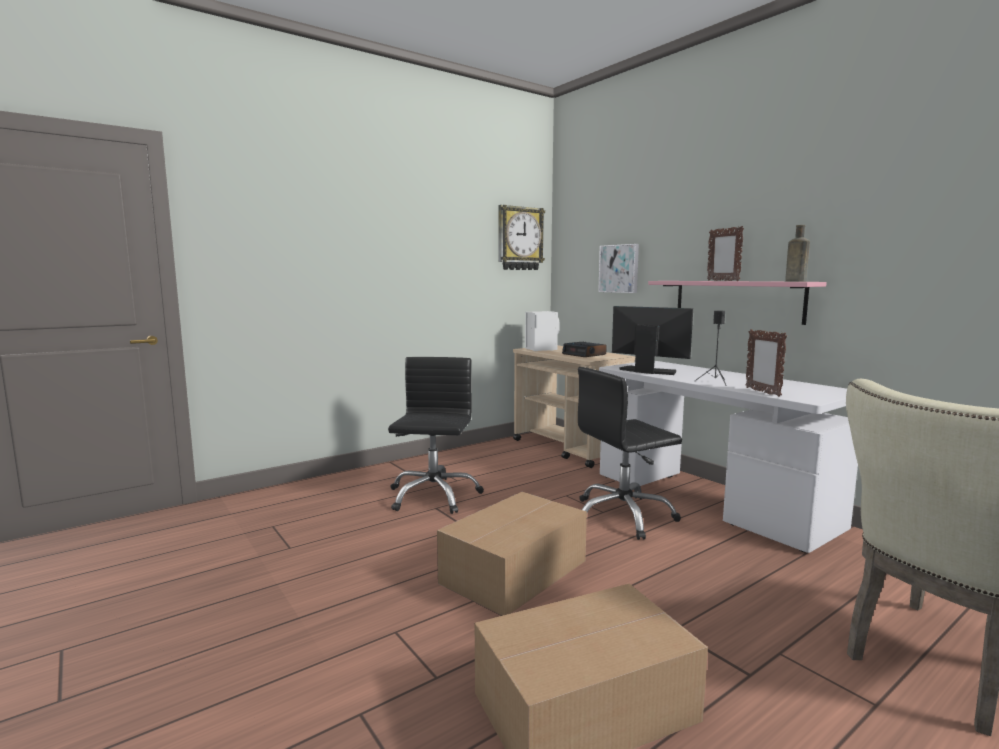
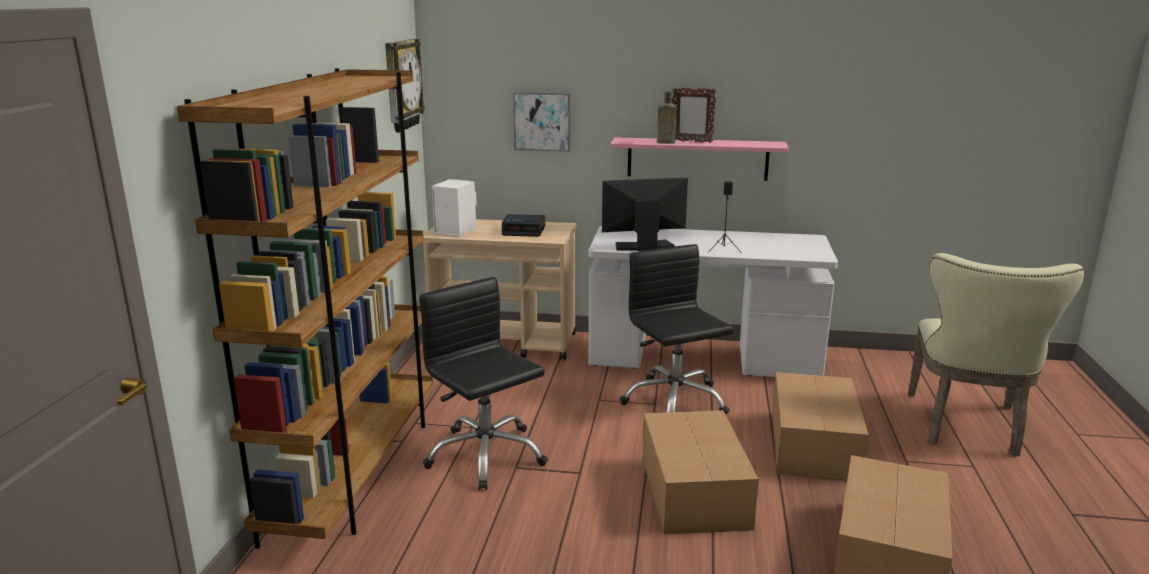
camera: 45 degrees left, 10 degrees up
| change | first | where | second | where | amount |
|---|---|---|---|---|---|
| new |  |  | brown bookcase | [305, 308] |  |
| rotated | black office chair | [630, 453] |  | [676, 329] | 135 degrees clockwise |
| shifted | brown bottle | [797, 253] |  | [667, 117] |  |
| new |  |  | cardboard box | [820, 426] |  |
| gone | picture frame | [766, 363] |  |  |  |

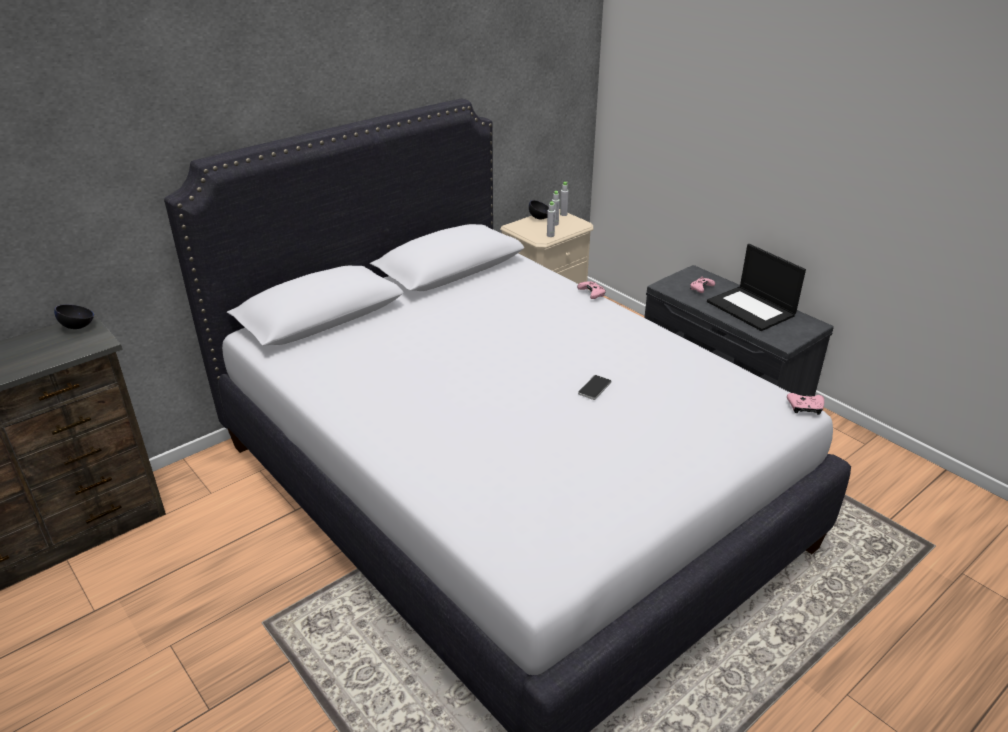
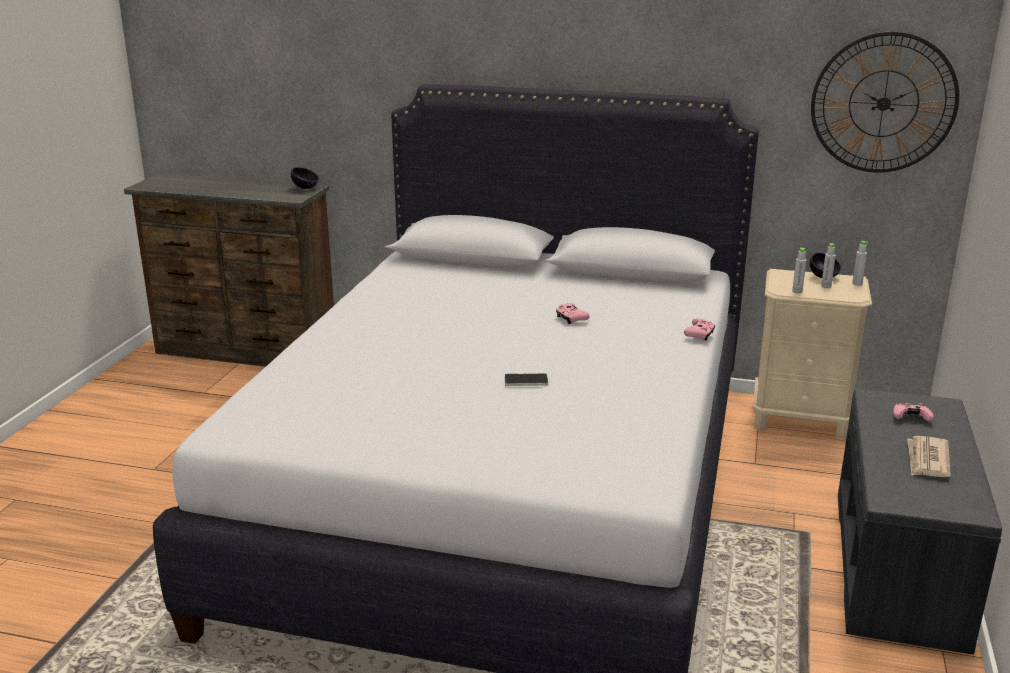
camera: 55 degrees right, 10 degrees down
| change | first | where | second | where | amount |
|---|---|---|---|---|---|
| shifted | pink game controller | [805, 404] |  | [573, 313] |  |
| new |  |  | wall clock | [885, 102] |  |
| swapped | laptop | [756, 287] | newspaper | [929, 457] |  |

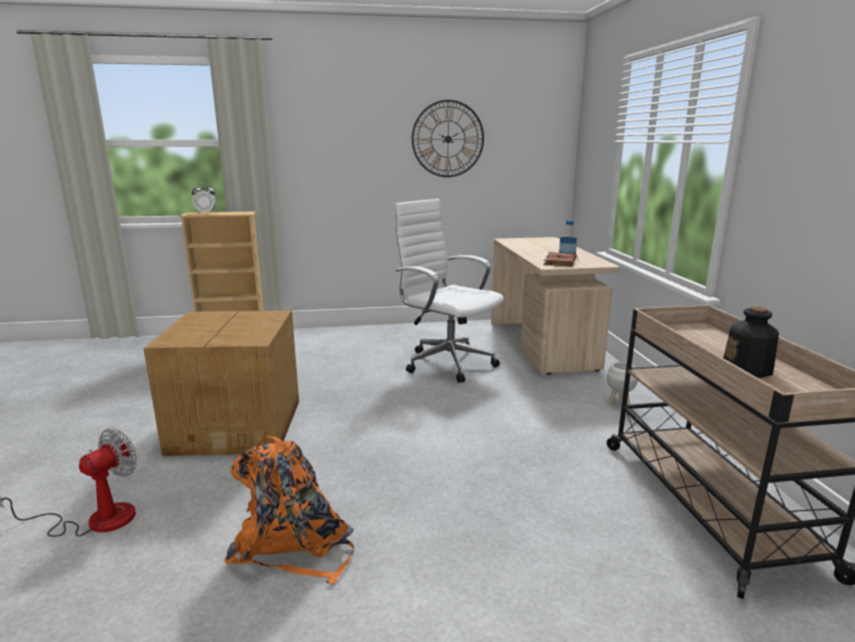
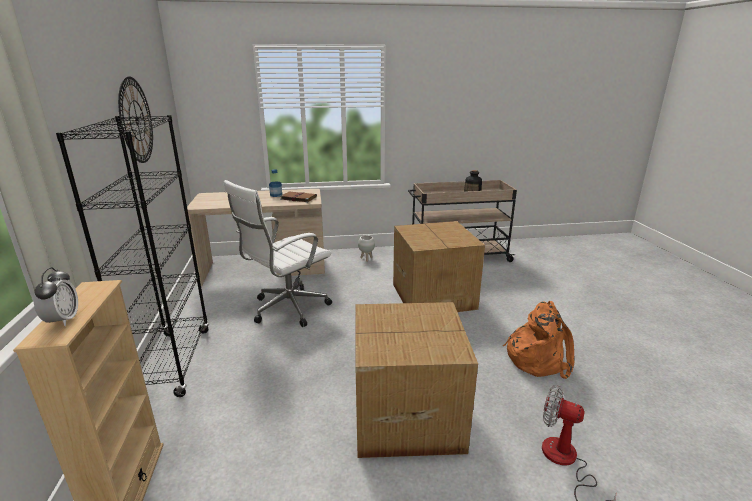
camera: 90 degrees left, 5 degrees up
| change | first | where | second | where | amount |
|---|---|---|---|---|---|
| new |  |  | black bookcase | [132, 256] |  |
| new |  |  | cardboard box | [439, 266] |  |

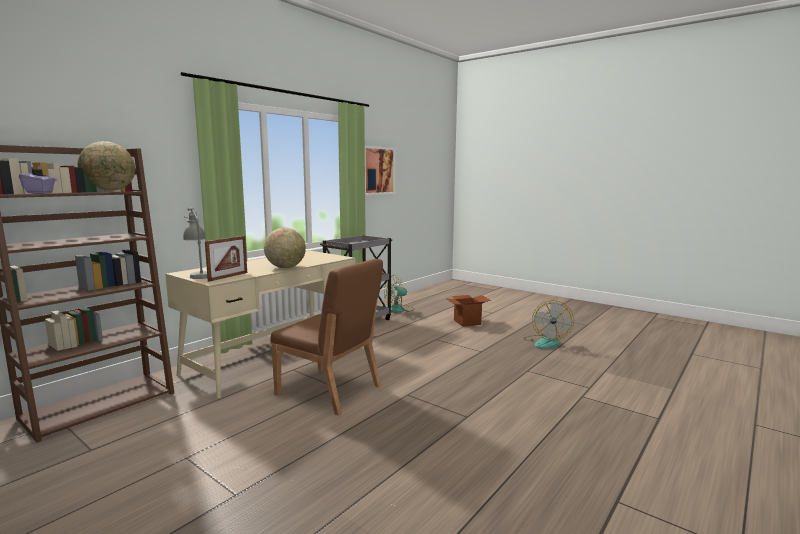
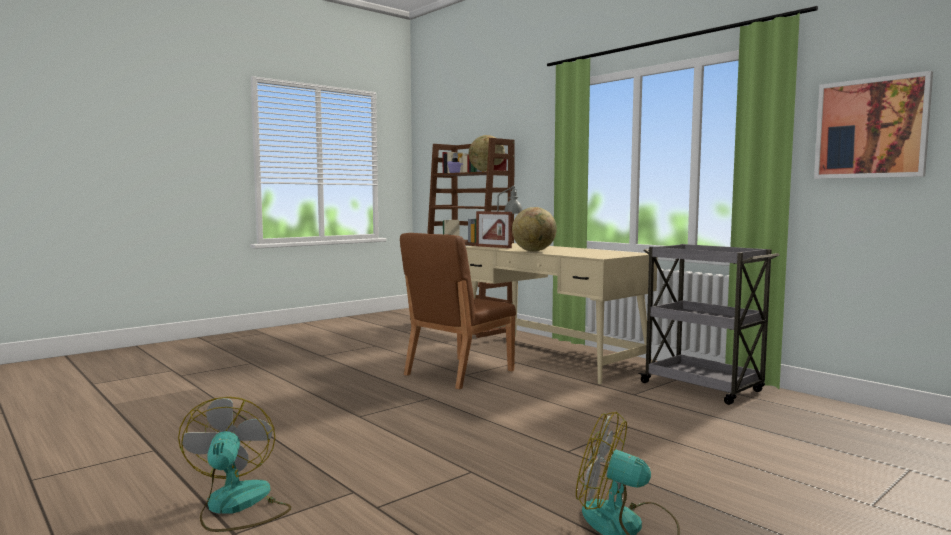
camera: 100 degrees right, 5 degrees down
| change | first | where | second | where | amount |
|---|---|---|---|---|---|
| shifted | fan | [399, 294] |  | [234, 464] |  |
| gone | cardboard box | [468, 311] |  |  |  |

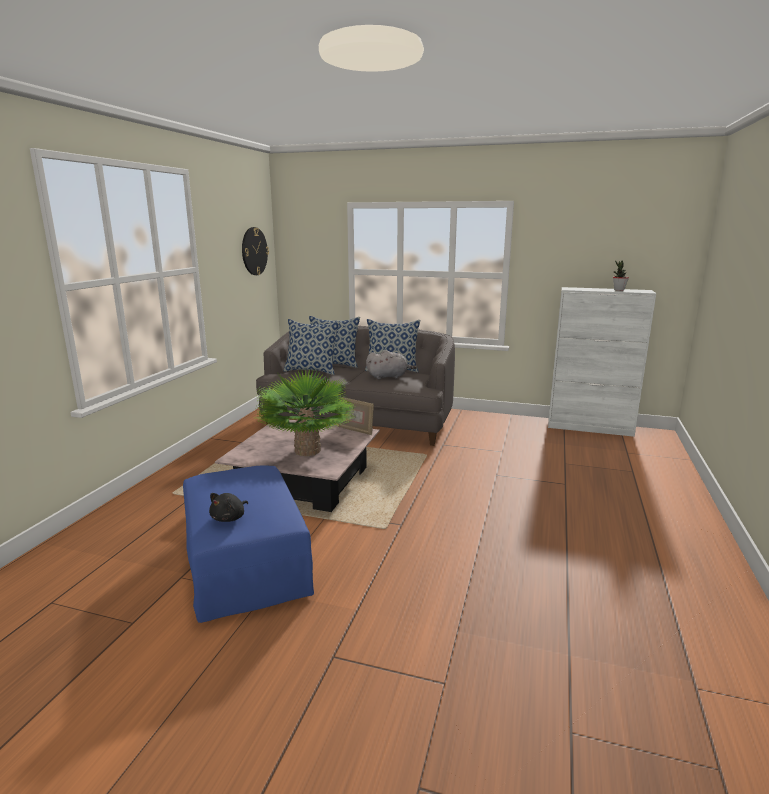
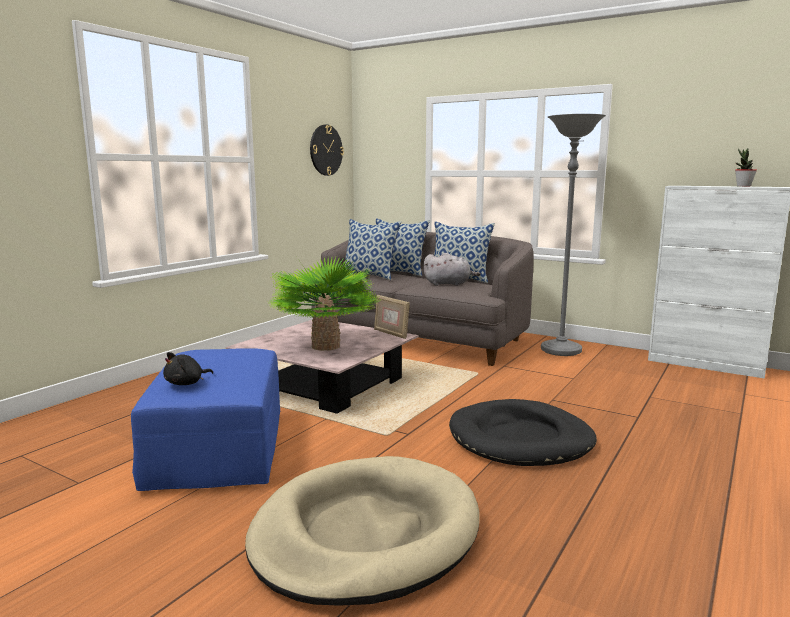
camera: 15 degrees right, 5 degrees down
| change | first | where | second | where | amount |
|---|---|---|---|---|---|
| new |  |  | beige dog bed | [362, 530] |  |
| new |  |  | black dog bed | [523, 432] |  |
| new |  |  | grey floor lamp | [573, 235] |  |

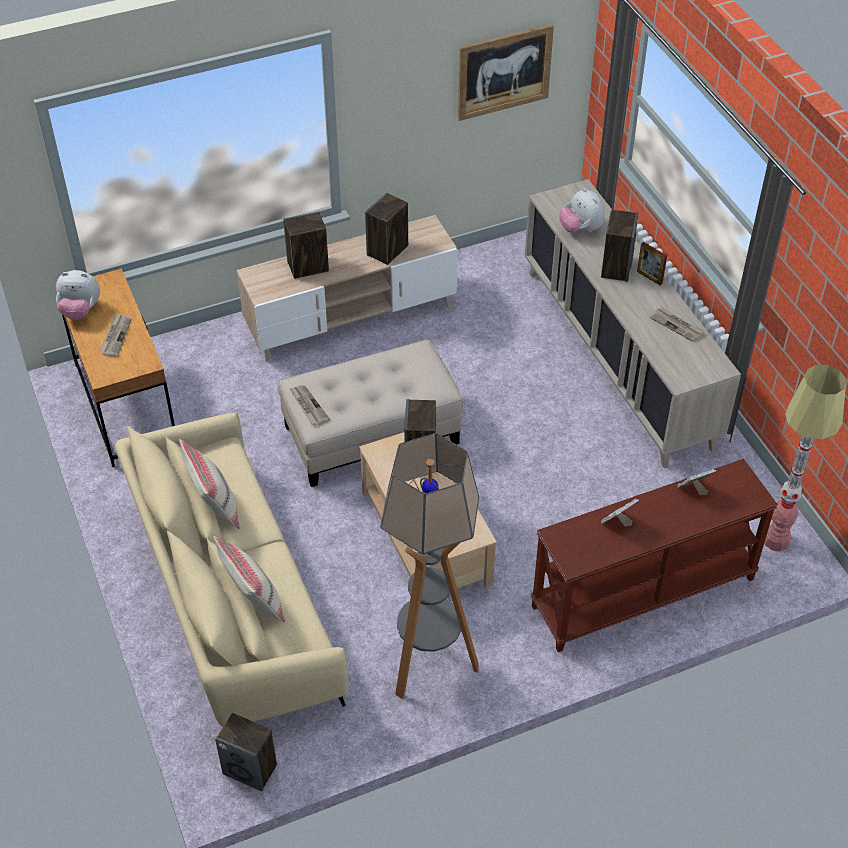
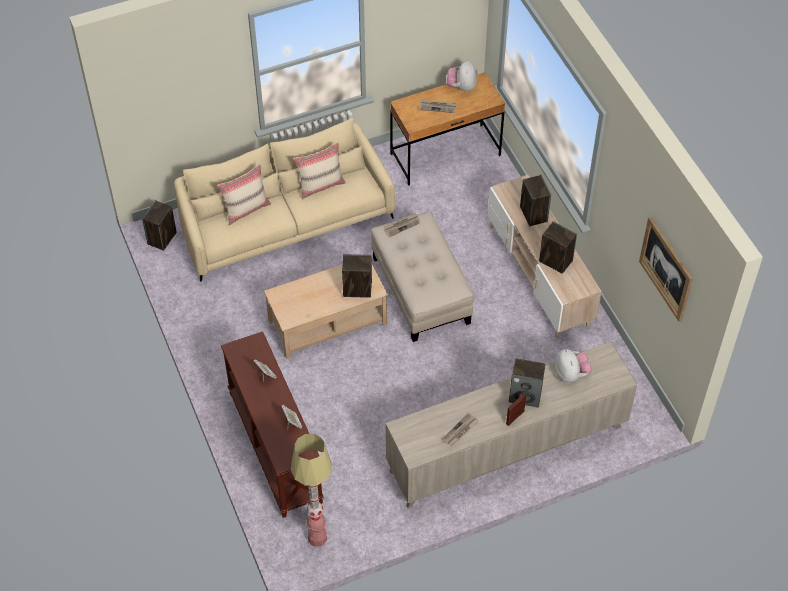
camera: 90 degrees right, 5 degrees up
| change | first | where | second | where | amount |
|---|---|---|---|---|---|
| rotated | plush toy | [582, 210] |  | [573, 366] | 105 degrees clockwise |
| gone | floor lamp | [429, 566] |  |  |  |

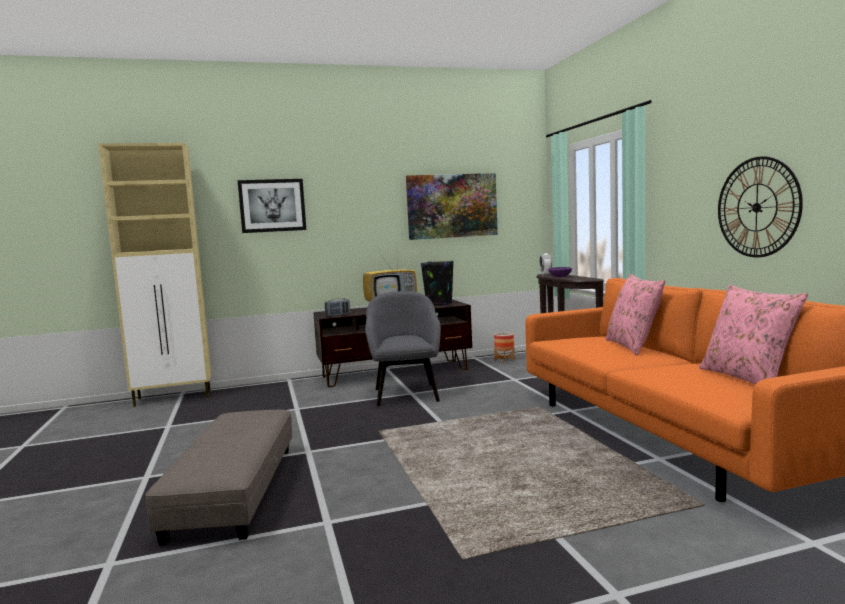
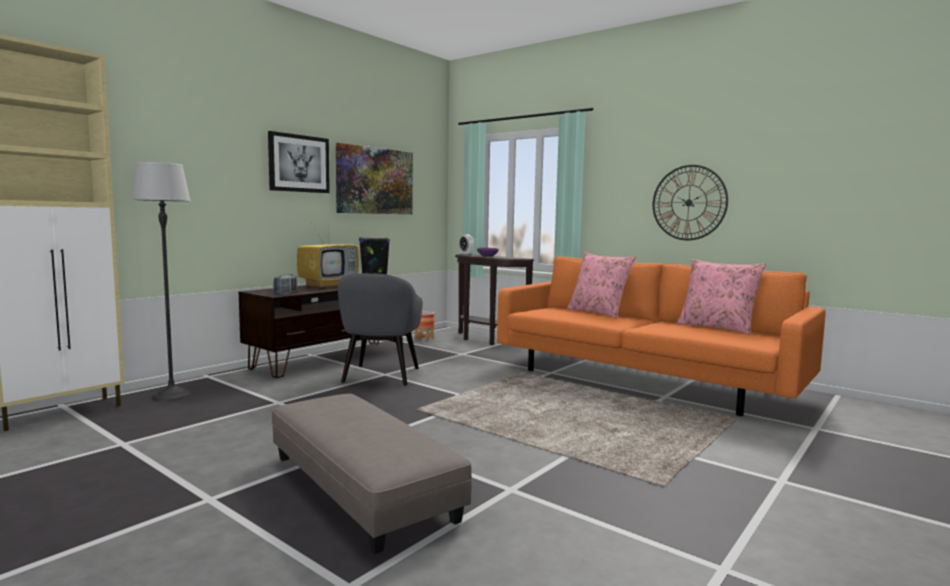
camera: 35 degrees left, 0 degrees up
| change | first | where | second | where | amount |
|---|---|---|---|---|---|
| new |  |  | floor lamp | [162, 282] |  |
| shifted | picture | [271, 206] |  | [299, 162] |  |
| rotated | grey armchair | [403, 349] |  | [380, 329] | 135 degrees counterclockwise |

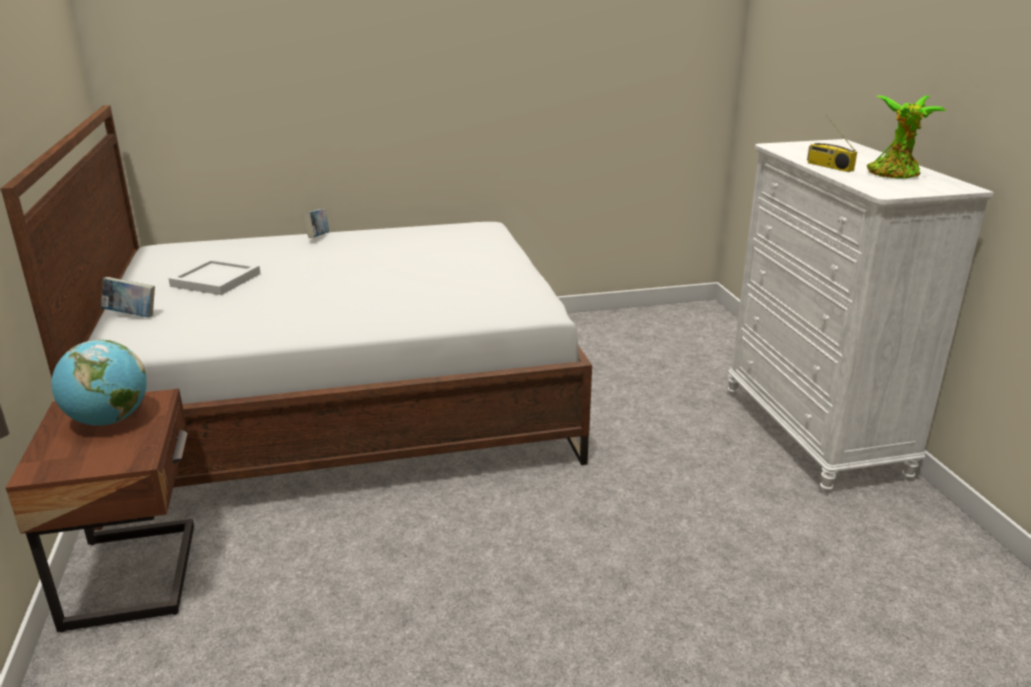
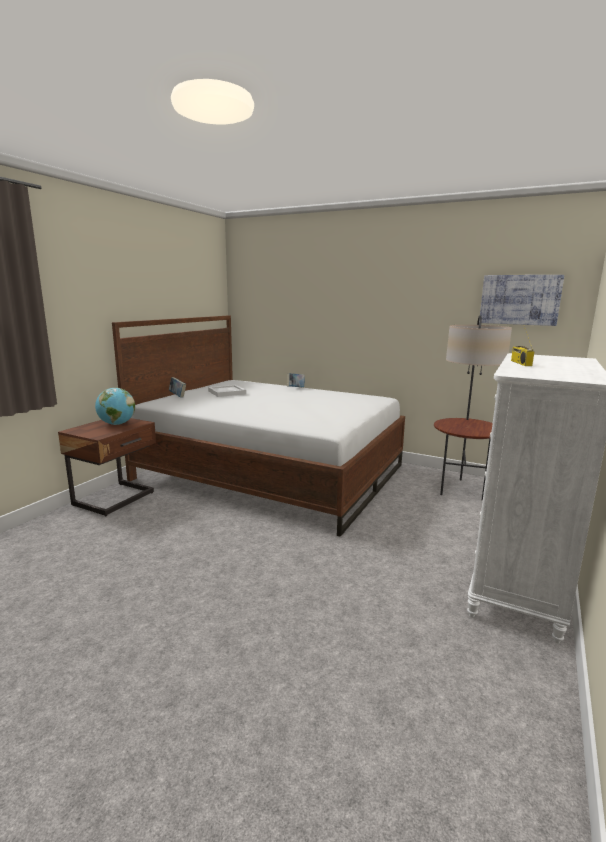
camera: 40 degrees right, 10 degrees down
| change | first | where | second | where | amount |
|---|---|---|---|---|---|
| new |  |  | floor lamp | [473, 408] |  |
| new |  |  | picture | [522, 300] |  |
| gone | potted plant | [906, 137] |  |  |  |

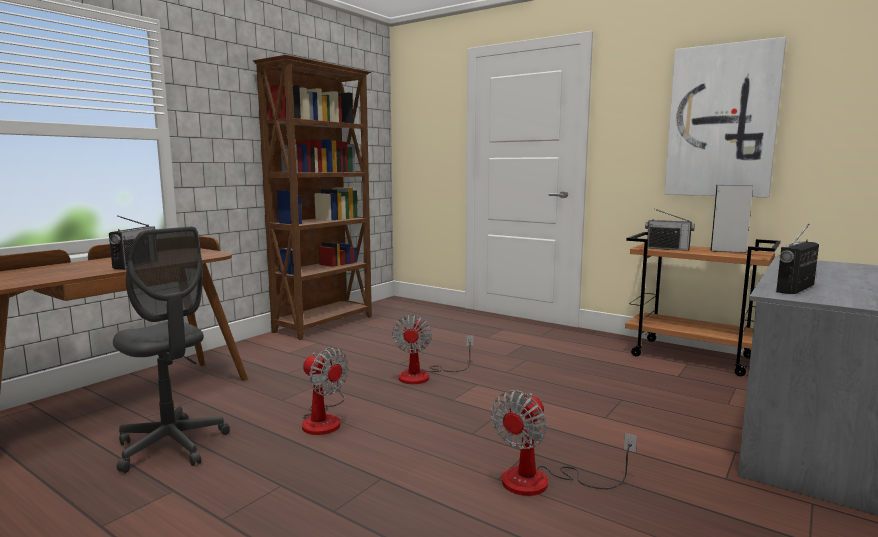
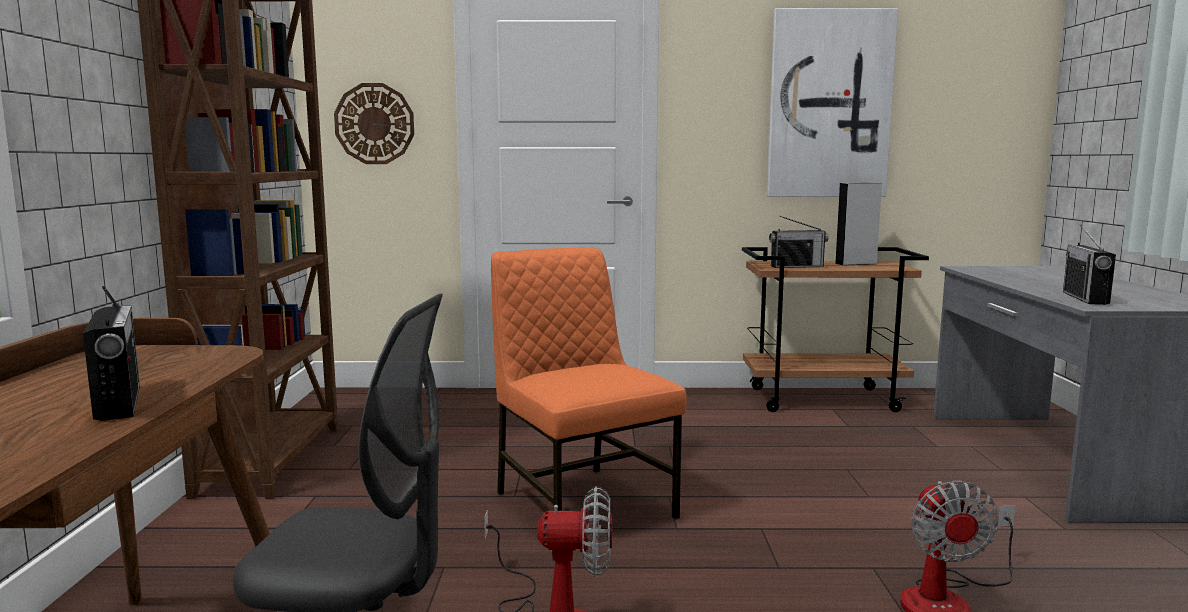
camera: 35 degrees left, 0 degrees up
| change | first | where | second | where | amount |
|---|---|---|---|---|---|
| new |  |  | wall clock | [374, 123] |  |
| swapped | fan | [433, 349] | orange chair | [589, 383] |  |

